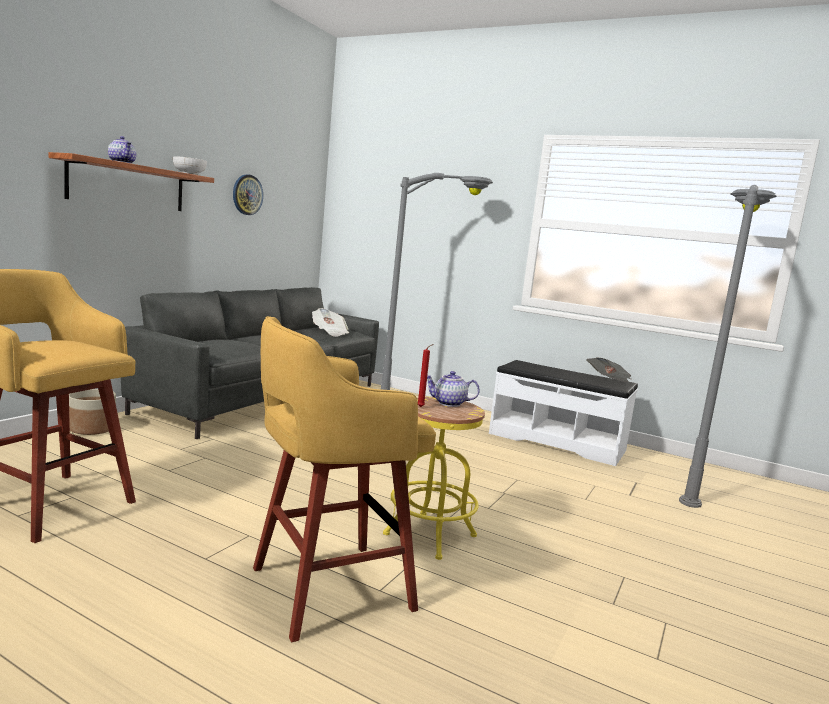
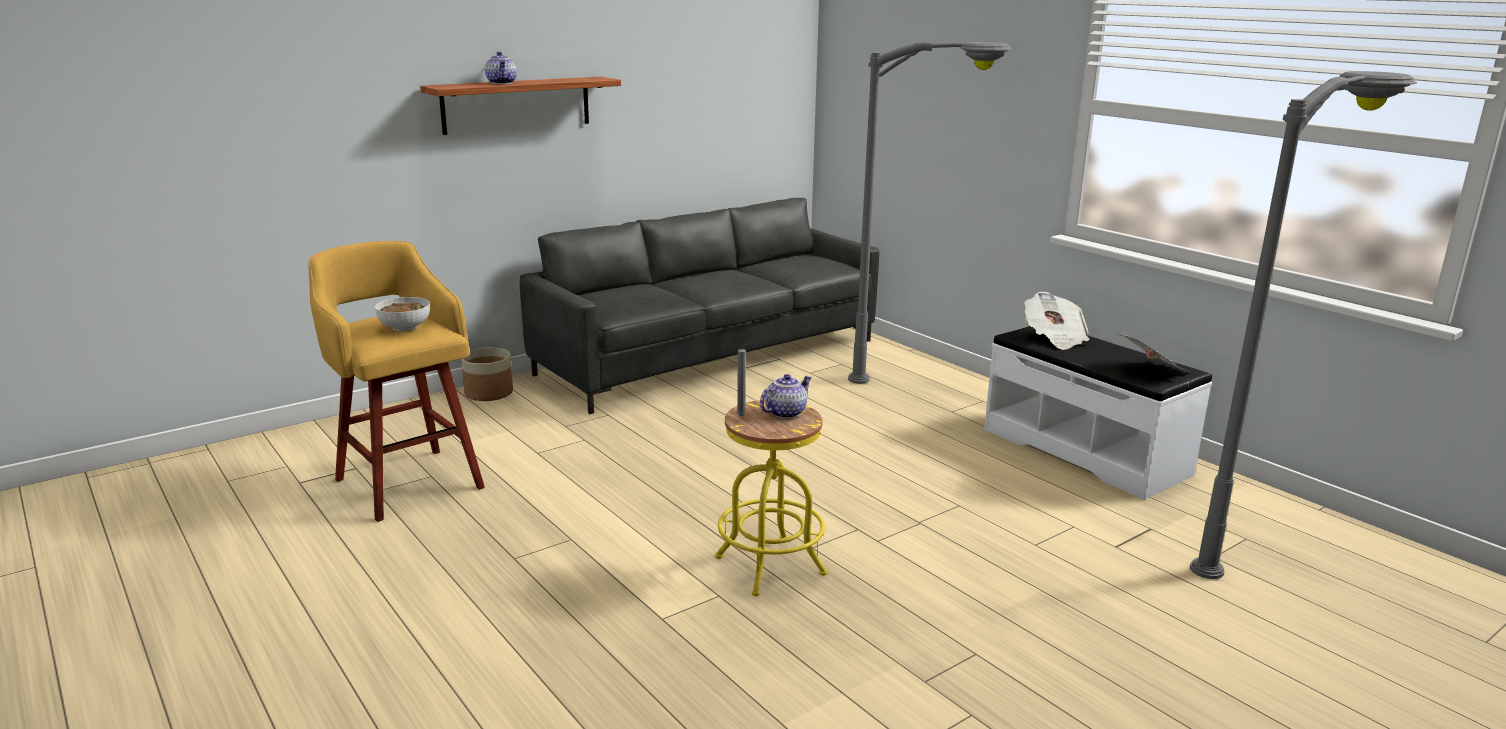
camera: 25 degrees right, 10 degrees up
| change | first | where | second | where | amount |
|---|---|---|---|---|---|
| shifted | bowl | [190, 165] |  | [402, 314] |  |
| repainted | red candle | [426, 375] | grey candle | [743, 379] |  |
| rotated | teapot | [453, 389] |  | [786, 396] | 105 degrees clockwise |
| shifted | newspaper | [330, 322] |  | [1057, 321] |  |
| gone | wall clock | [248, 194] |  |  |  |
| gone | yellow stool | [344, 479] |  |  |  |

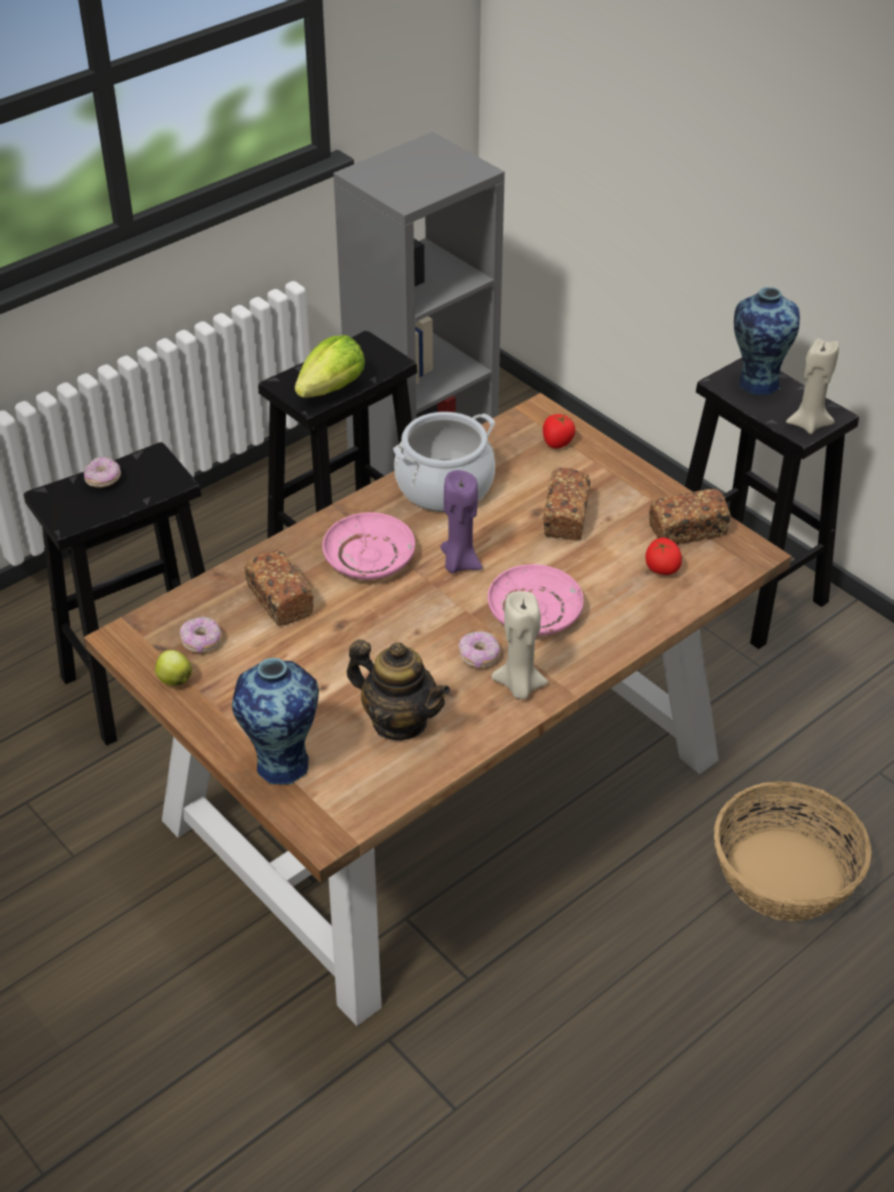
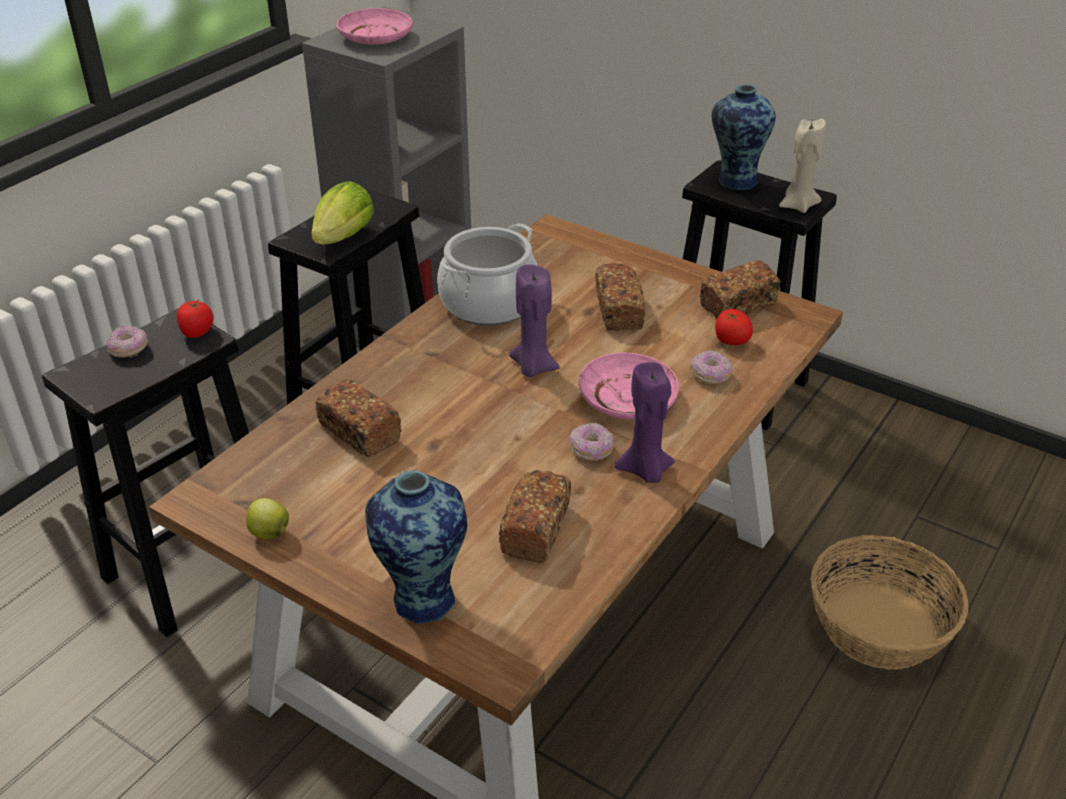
camera: 15 degrees left, 5 degrees down
| change | first | where | second | where | amount |
|---|---|---|---|---|---|
| shifted | tomato | [559, 431] |  | [195, 319] |  |
| shifted | pink plate | [368, 546] |  | [375, 26] |  |
| swapped | teapot | [399, 689] | bread | [535, 516] |  |
| repainted | beige candle | [519, 645] | purple candle | [644, 422] |  |
| shifted | donut | [201, 635] |  | [711, 367] |  |

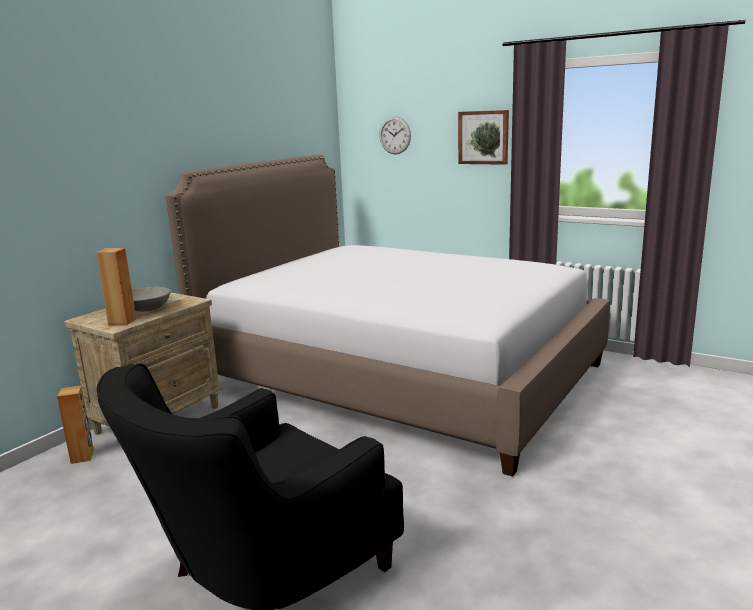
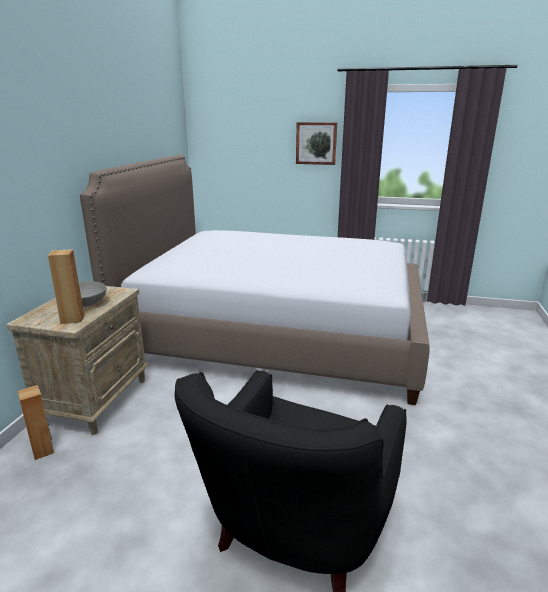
camera: 20 degrees left, 5 degrees up
| change | first | where | second | where | amount |
|---|---|---|---|---|---|
| gone | wall clock | [395, 135] |  |  |  |

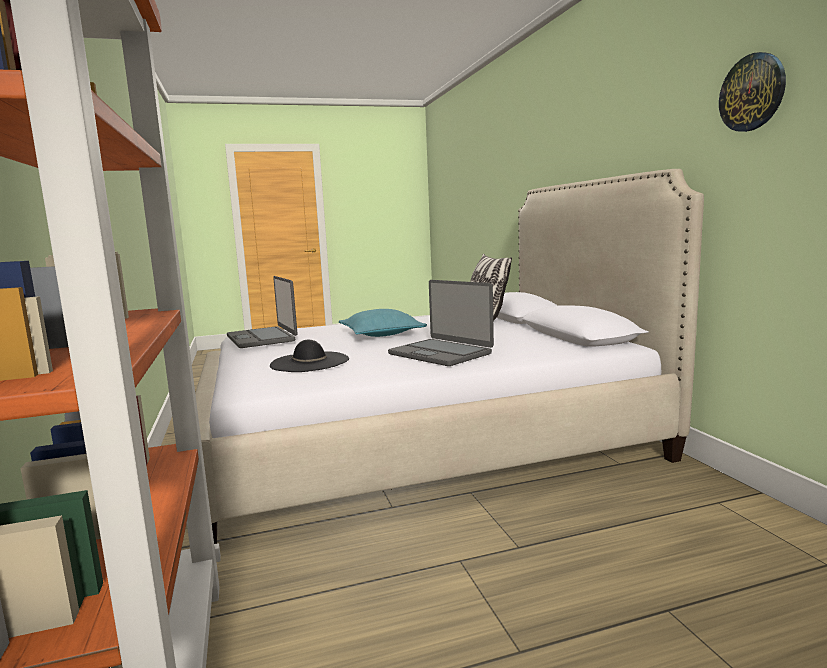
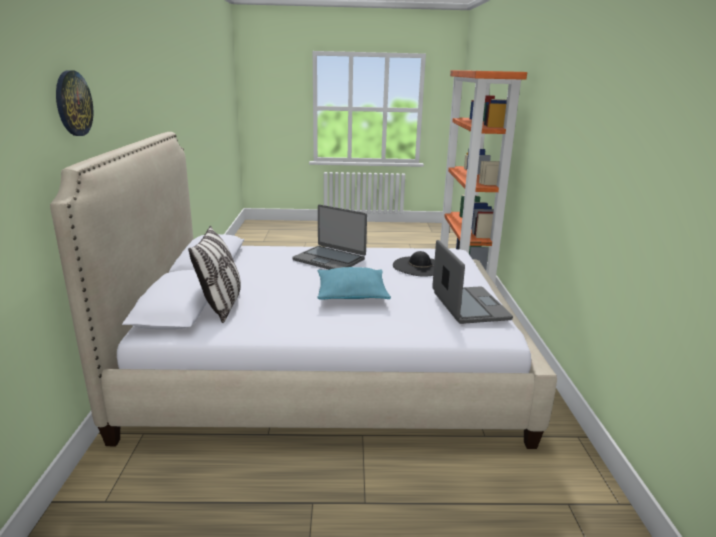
camera: 165 degrees left, 10 degrees up
| change | first | where | second | where | amount |
|---|---|---|---|---|---|
| shifted | wall clock | [752, 92] |  | [74, 103] |  |
| rotated | laptop | [441, 323] |  | [329, 237] | 150 degrees clockwise |

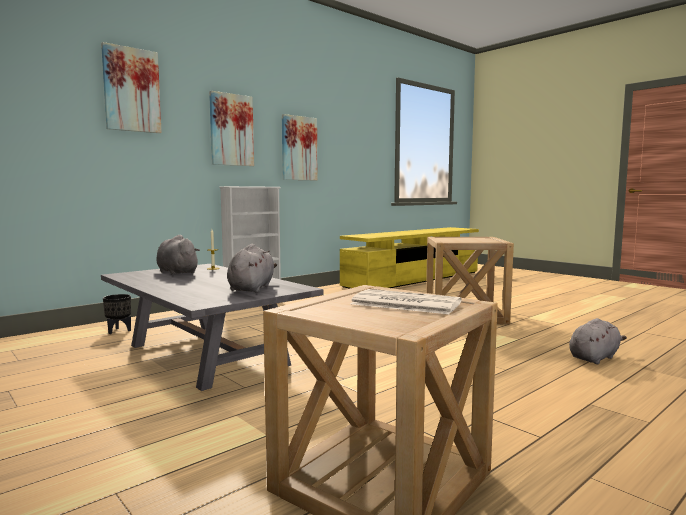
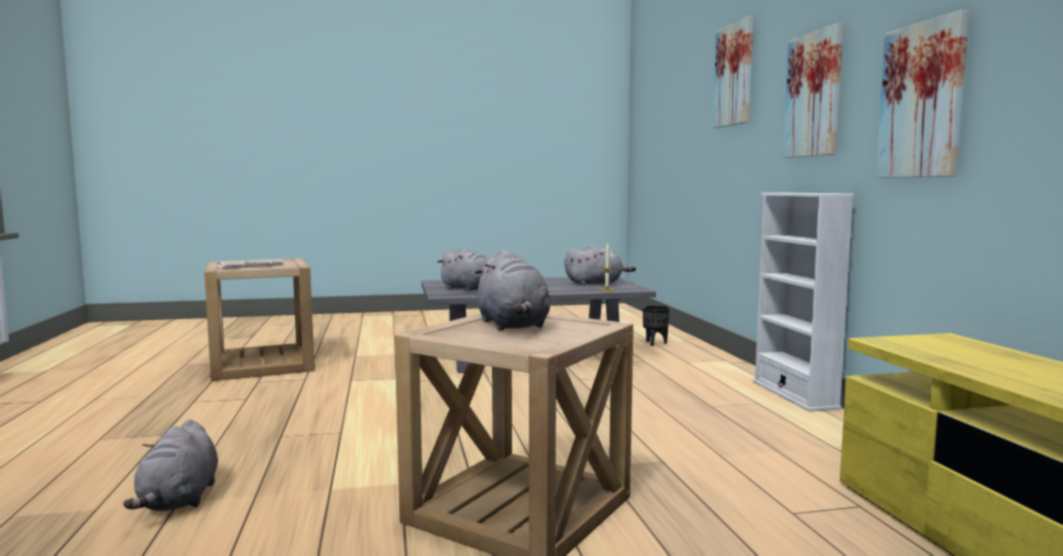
camera: 120 degrees right, 0 degrees up
| change | first | where | second | where | amount |
|---|---|---|---|---|---|
| new |  |  | grey plush toy | [512, 289] |  |

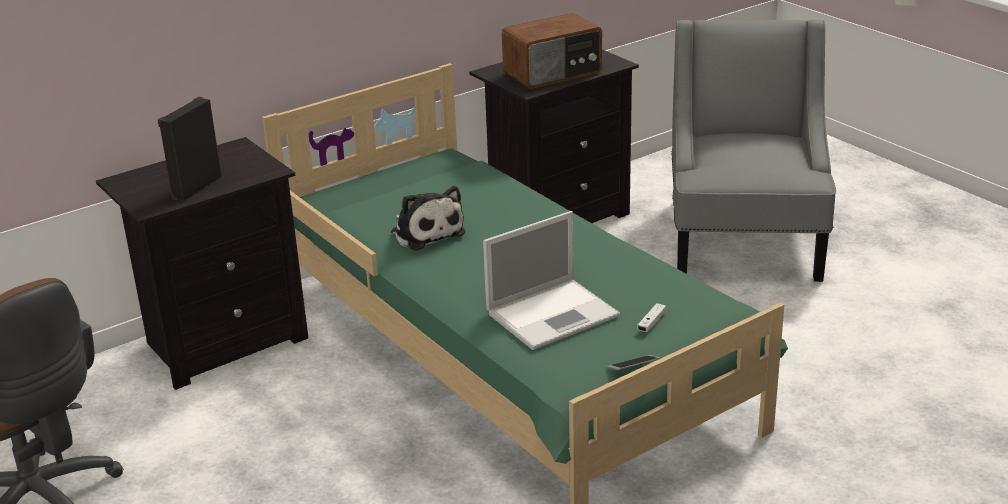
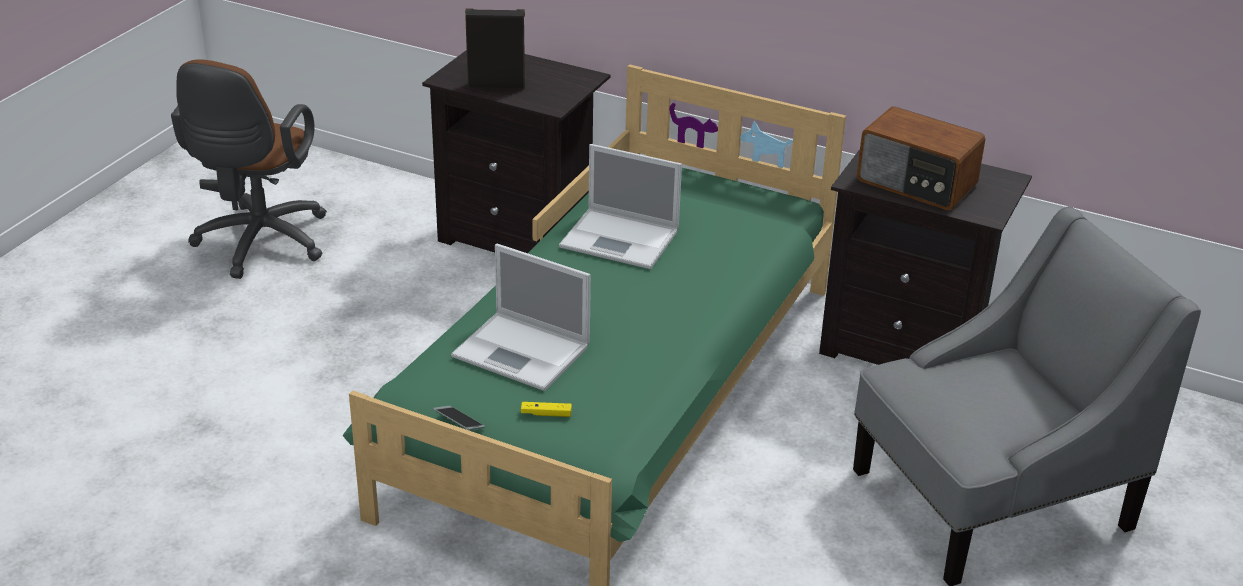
camera: 60 degrees right, 5 degrees up
| change | first | where | second | where | amount |
|---|---|---|---|---|---|
| repainted | white game controller | [651, 317] | yellow game controller | [546, 409] |  |
| swapped | plush toy | [428, 218] | laptop | [620, 206] |  |

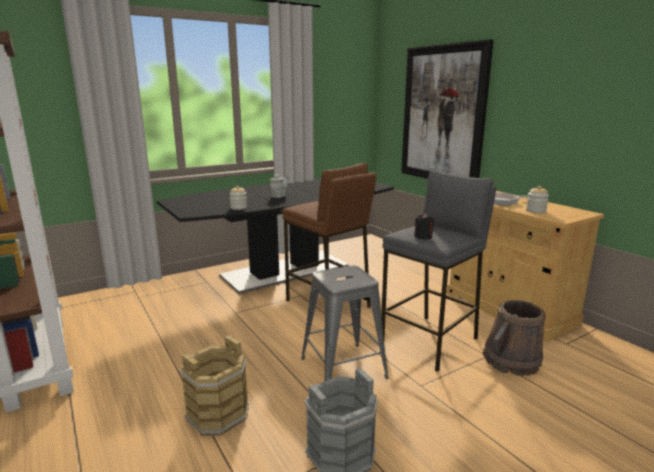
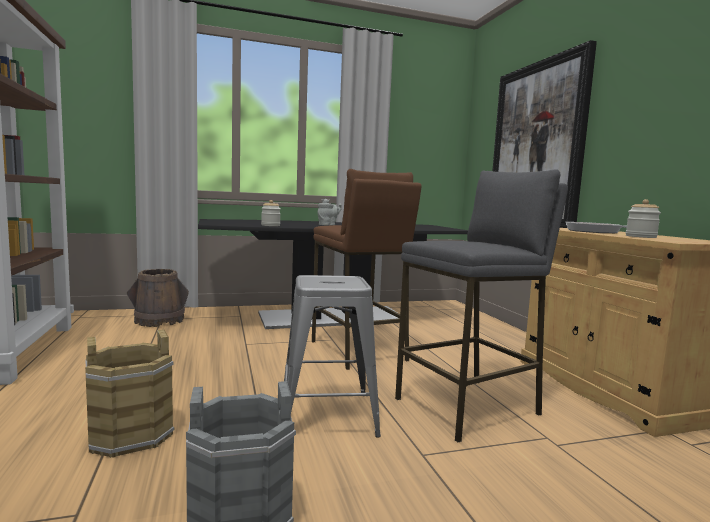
camera: 15 degrees right, 10 degrees down
| change | first | where | second | where | amount |
|---|---|---|---|---|---|
| shifted | brown bucket | [514, 338] |  | [158, 298] |  |
| gone | black candle | [424, 226] |  |  |  |

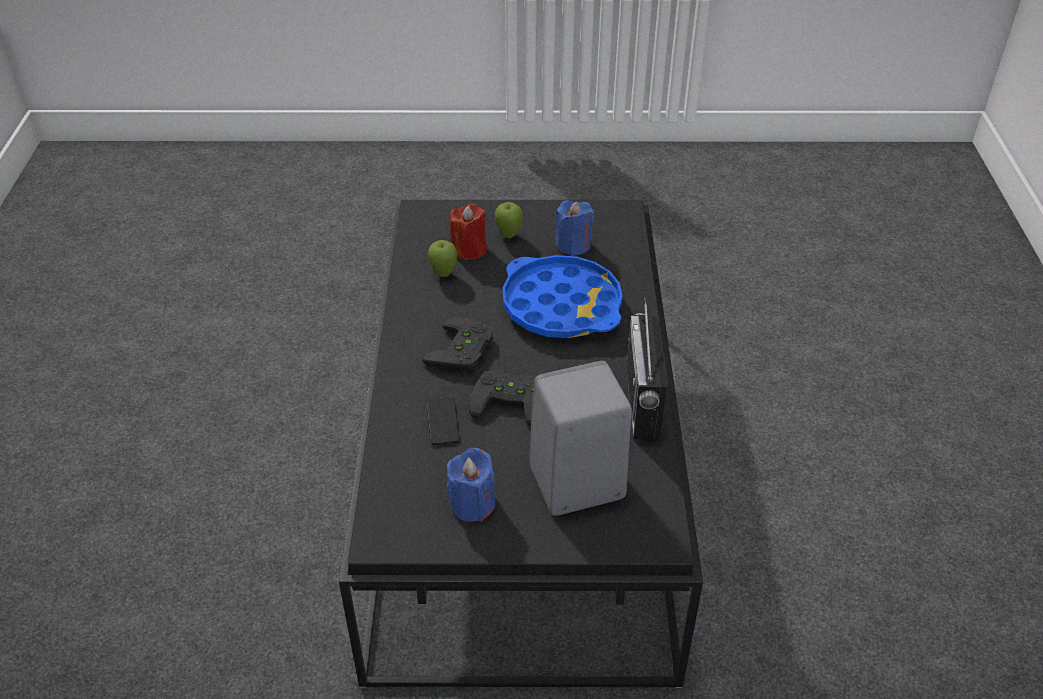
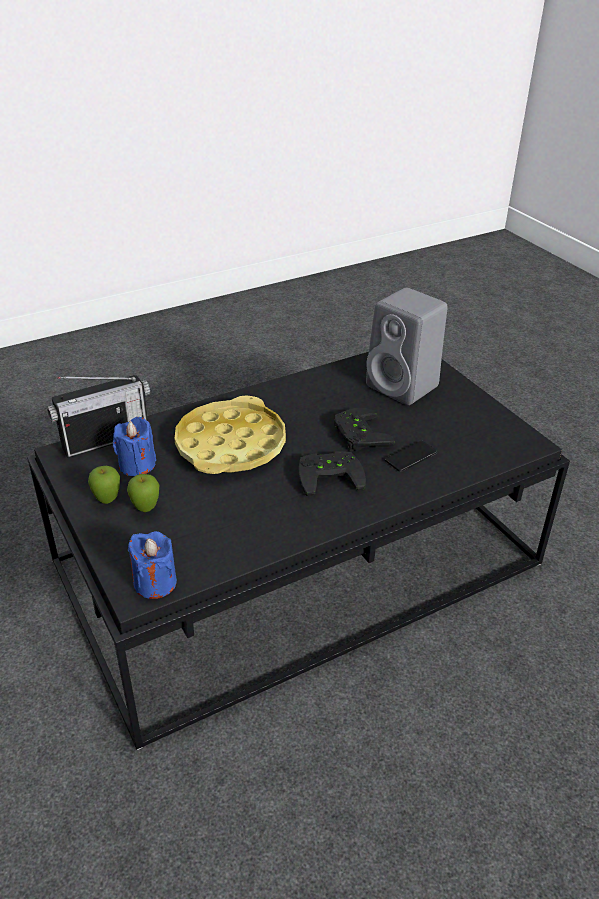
camera: 120 degrees left, 5 degrees down
| change | first | where | second | where | amount |
|---|---|---|---|---|---|
| shifted | radio | [646, 368] |  | [98, 416] |  |
| shifted | apple | [442, 258] |  | [104, 485] |  |
| shifted | blue candle | [471, 485] |  | [152, 565] |  |
| repainted | blue tray | [562, 296] | yellow tray | [230, 434] |  |
| gone | red candle | [468, 232] |  |  |  |

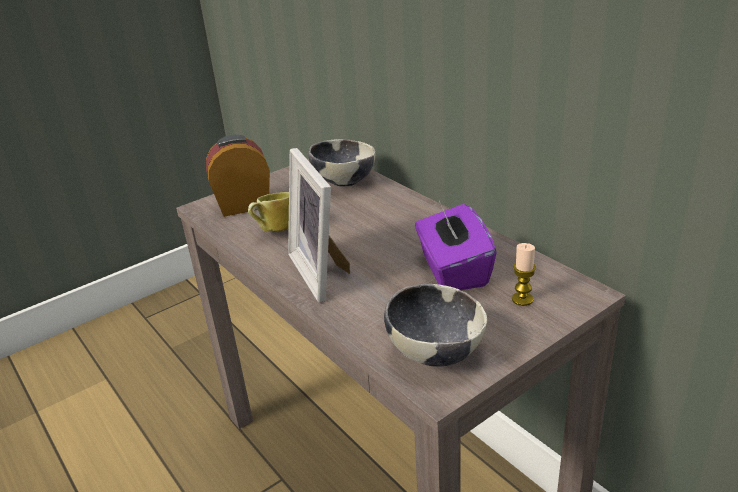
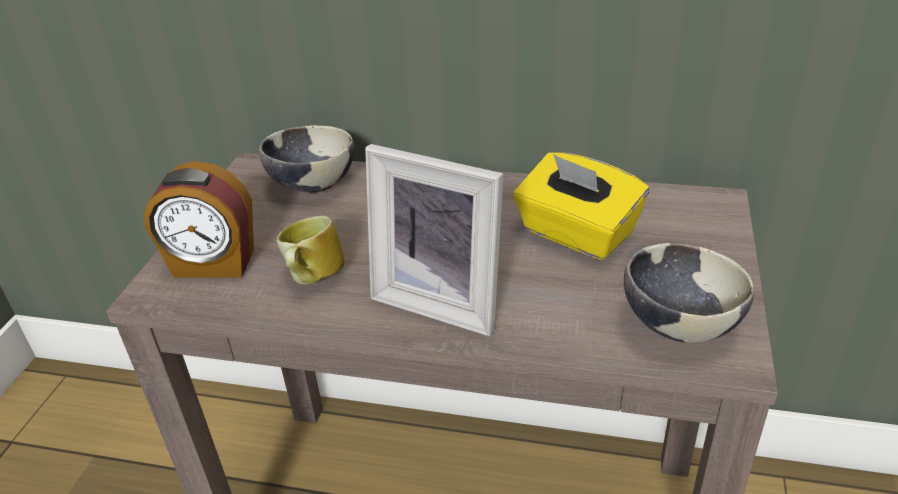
camera: 40 degrees left, 5 degrees up
| change | first | where | second | where | amount |
|---|---|---|---|---|---|
| rotated | alarm clock | [238, 176] |  | [199, 219] | 120 degrees counterclockwise |
| repainted | purple tissue box | [456, 245] | yellow tissue box | [581, 206] |  |
| gone | candle | [524, 274] |  |  |  |

